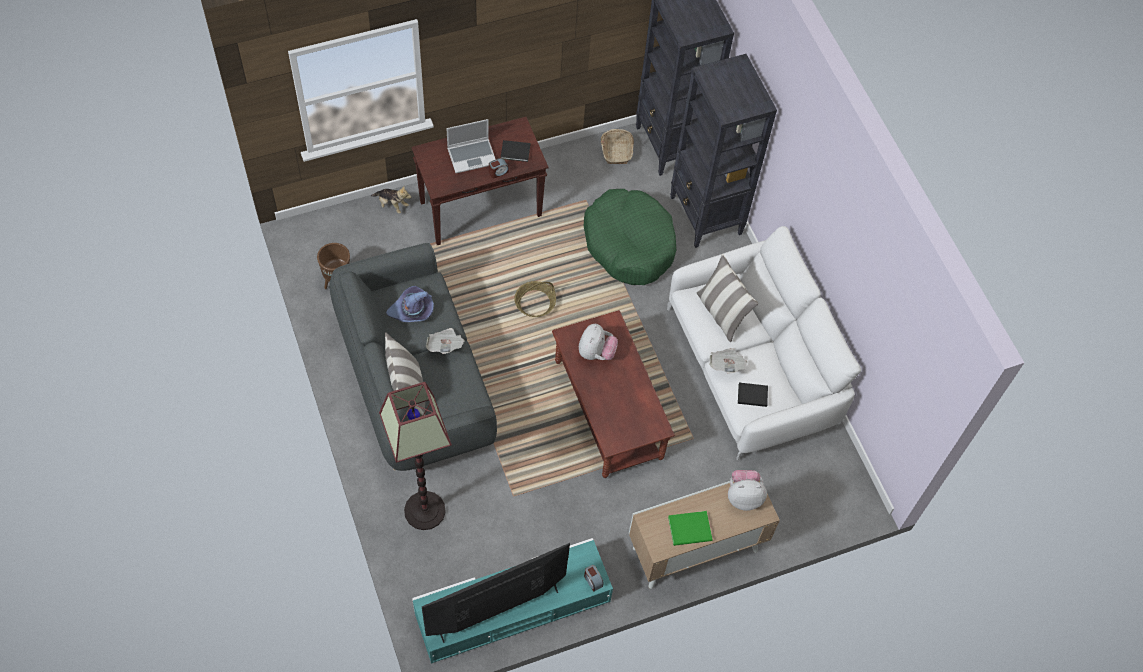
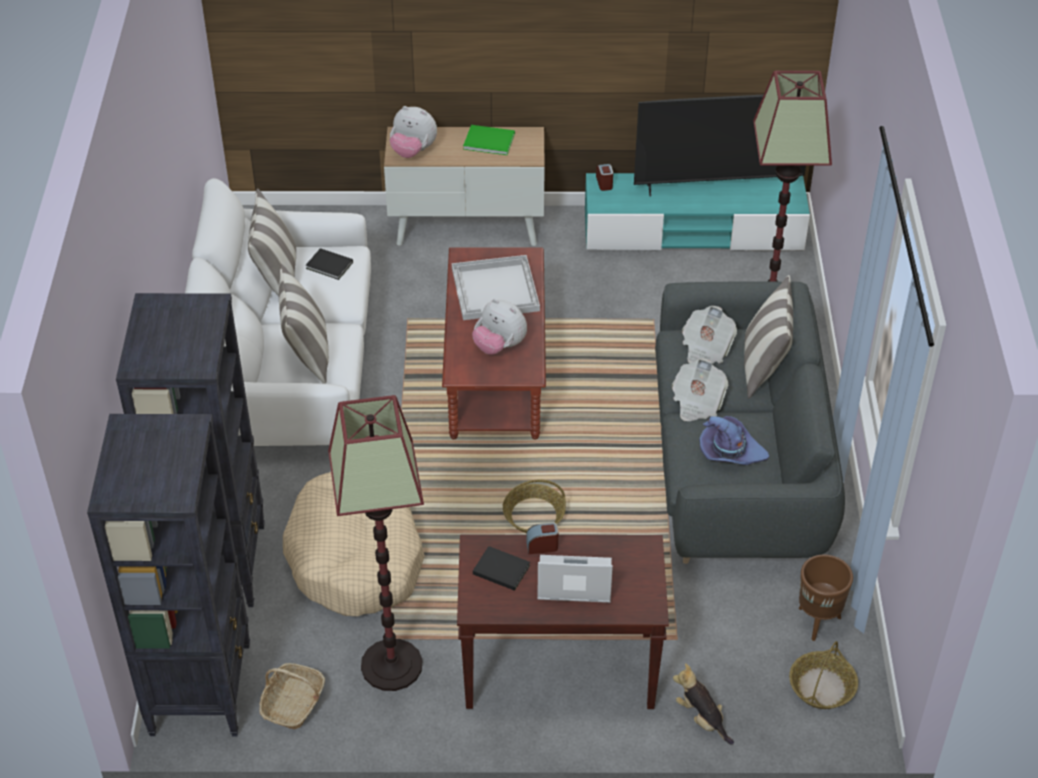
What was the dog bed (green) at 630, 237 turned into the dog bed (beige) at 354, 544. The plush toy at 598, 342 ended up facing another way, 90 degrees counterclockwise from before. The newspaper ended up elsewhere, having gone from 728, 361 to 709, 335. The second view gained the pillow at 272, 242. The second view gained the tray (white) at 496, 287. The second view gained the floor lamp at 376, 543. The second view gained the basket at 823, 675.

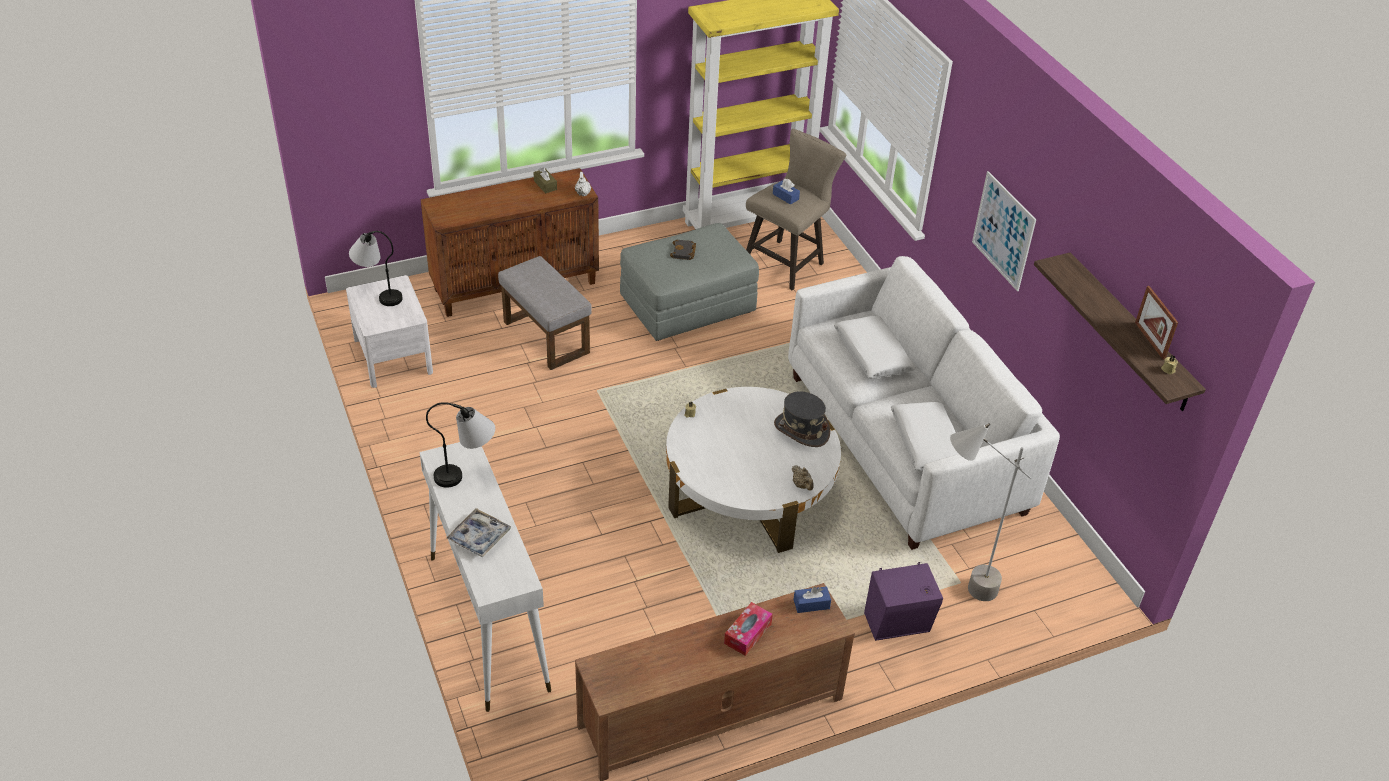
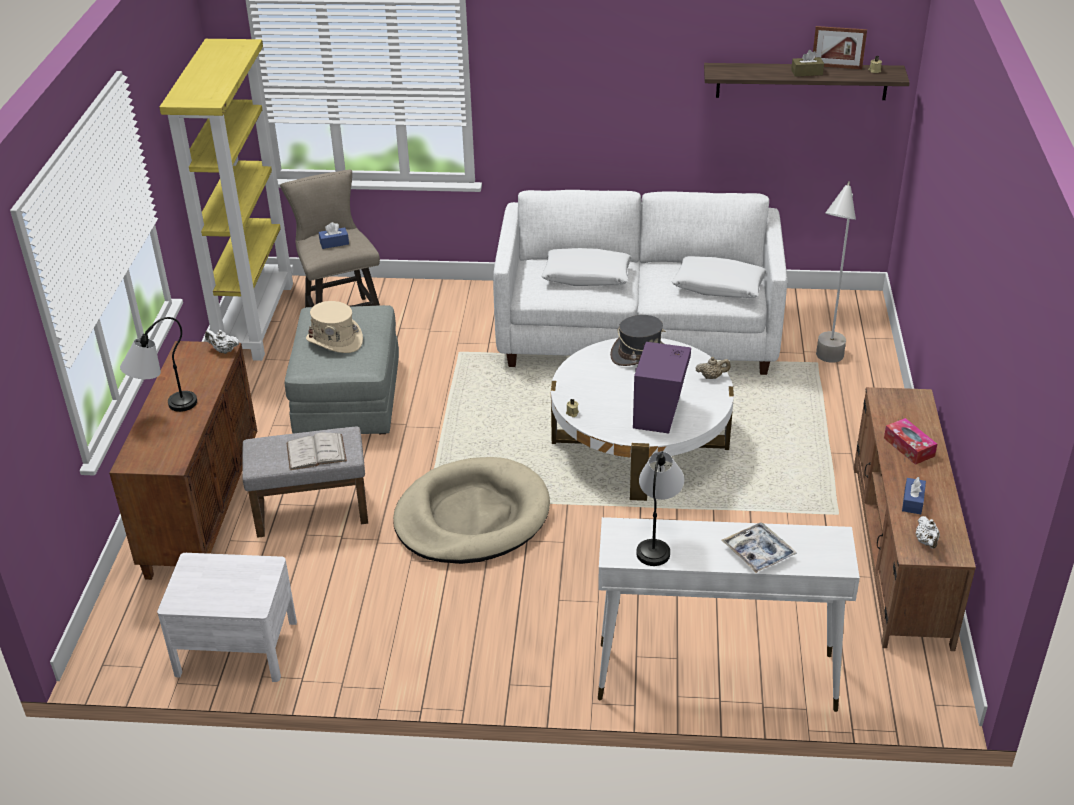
The tissue box (brown) ended up elsewhere, having gone from 545, 180 to 807, 63. The second view lost the picture at 1004, 231. The table lamp ended up elsewhere, having gone from 376, 268 to 158, 364. Where the book (black) stood at 683, 249, the hat (beige) came to stand at 334, 327. The speaker (purple) ended up elsewhere, having gone from 903, 601 to 662, 388. The tissue box (blue) ended up elsewhere, having gone from 812, 599 to 914, 495. The second view gained the book (white) at 316, 451. The second view gained the dog bed (beige) at 471, 510. The second view gained the teapot (white) at 928, 532.

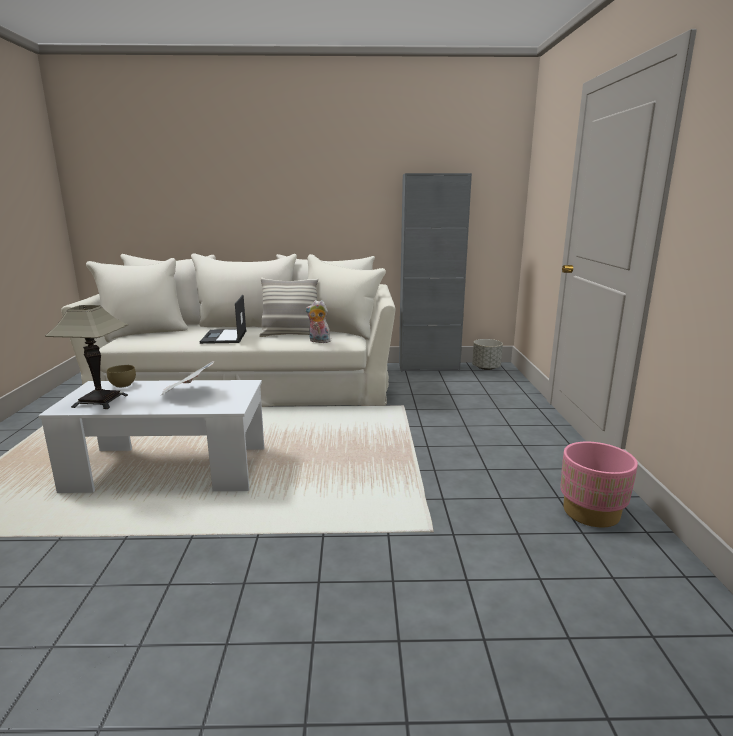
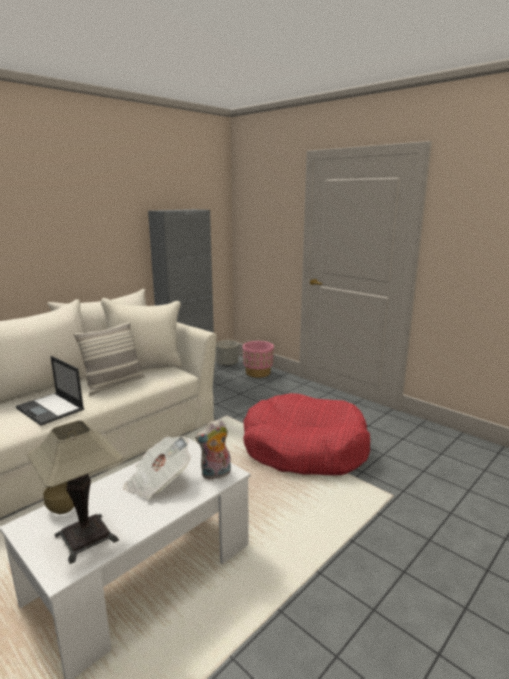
The plush toy ended up elsewhere, having gone from 318, 322 to 213, 449. The planter (pink) ended up elsewhere, having gone from 599, 484 to 258, 359. The second view gained the dog bed (red) at 306, 434.

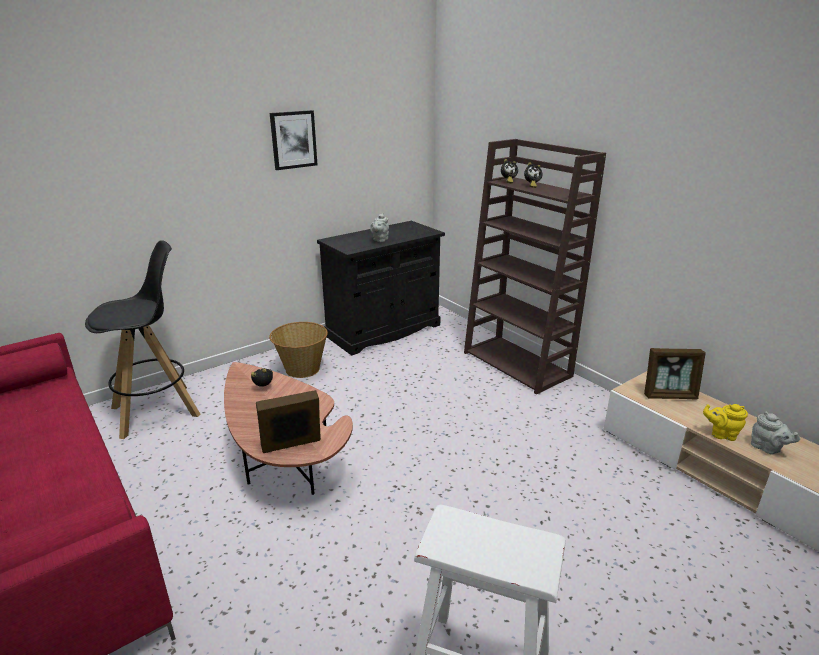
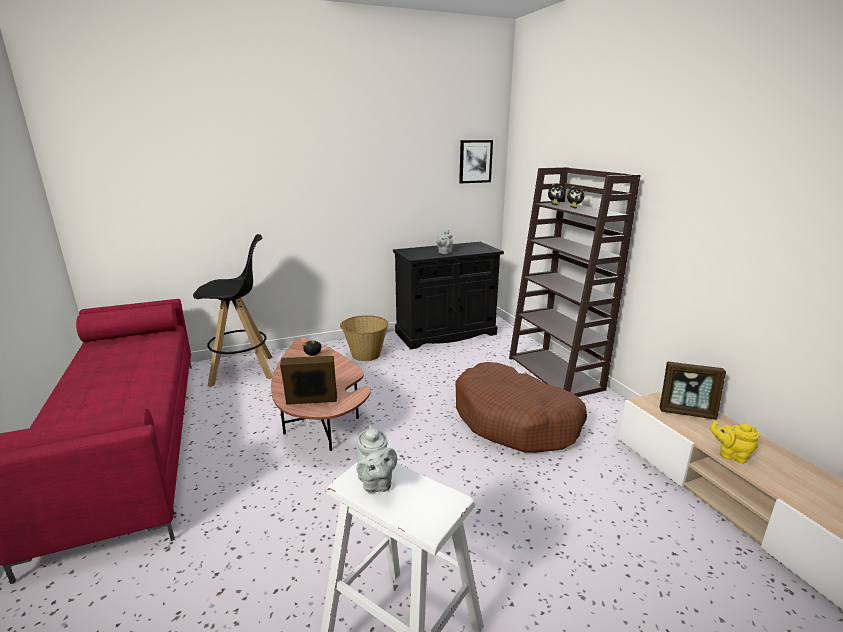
The picture ended up elsewhere, having gone from 293, 140 to 476, 161. The teapot (grey) ended up elsewhere, having gone from 775, 433 to 376, 459. The second view gained the dog bed (brown) at 521, 407.

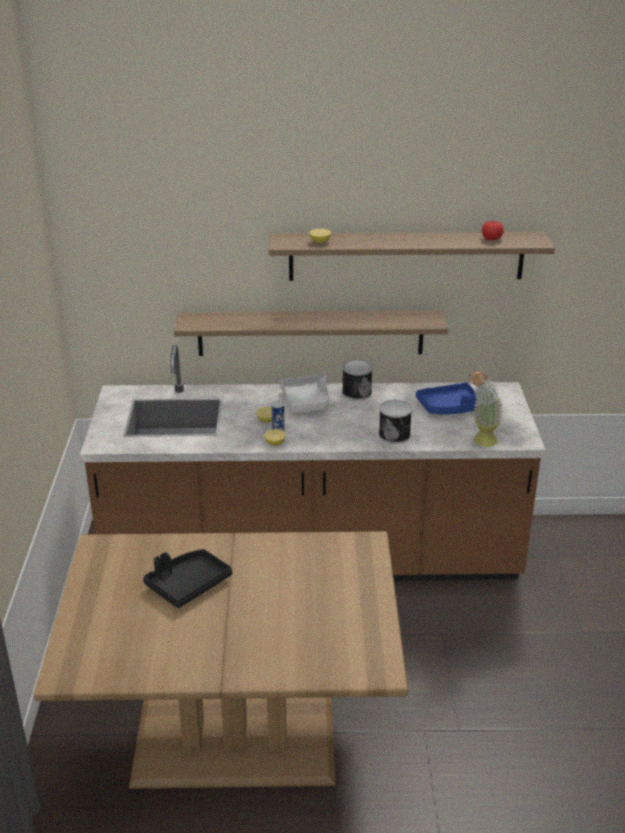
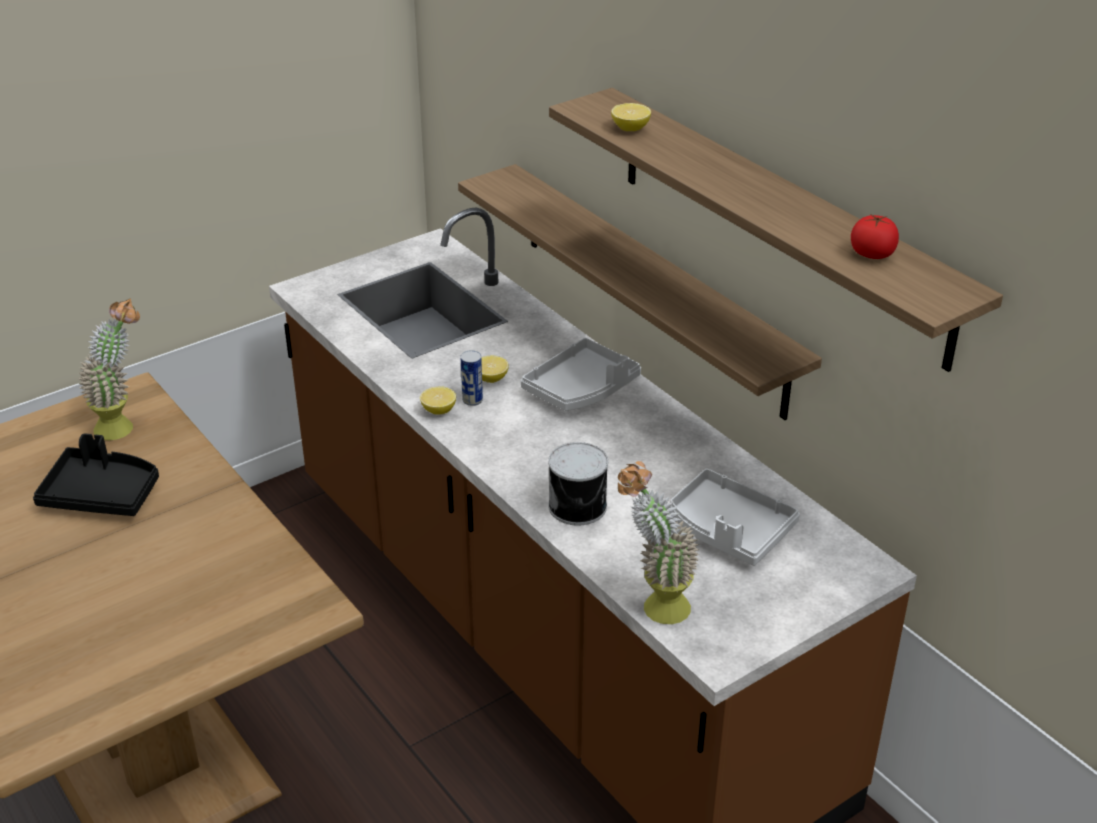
The second view lost the can at 357, 380. What was the tray (blue) at 447, 398 turned into the tray (grey) at 734, 517. The second view gained the potted plant at 109, 369.

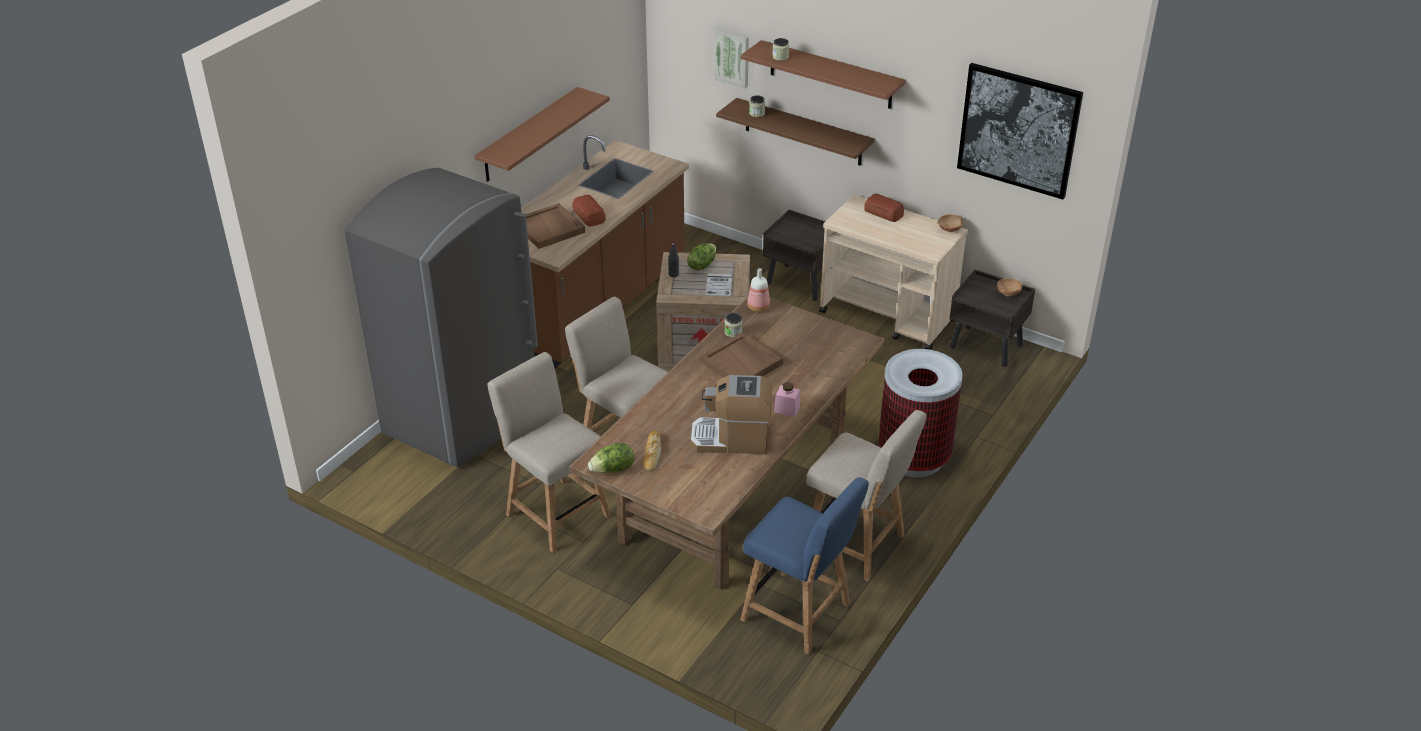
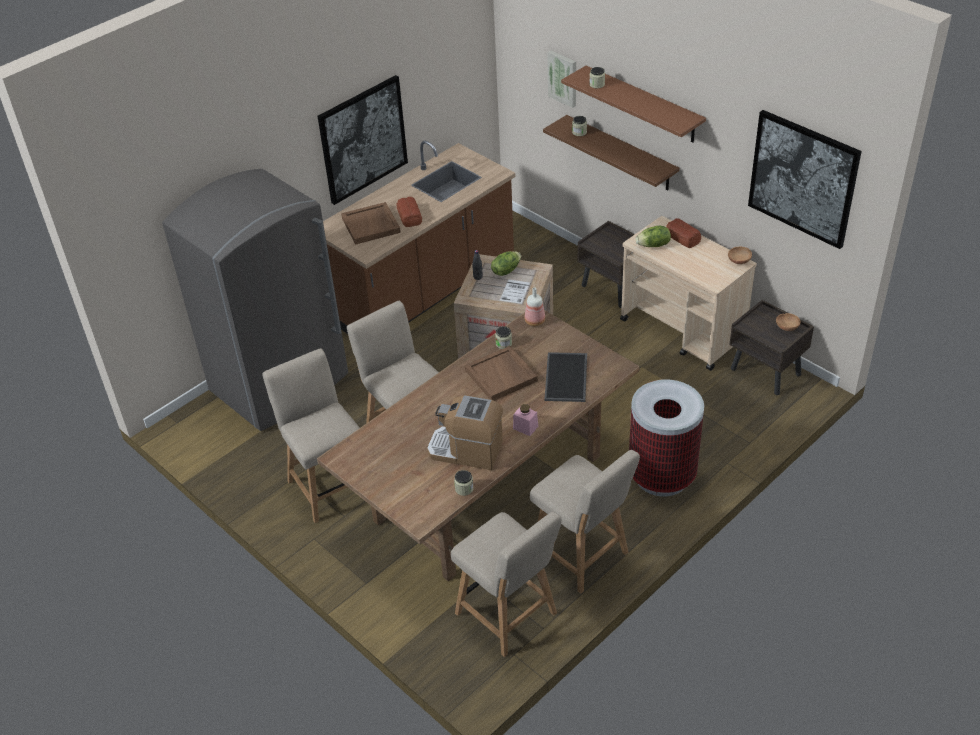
Where the shelf (brown) hung at 542, 134, the picture came to hang at 363, 140. The second view lost the bread at 652, 451. The lettuce ended up elsewhere, having gone from 611, 458 to 653, 236. What was the chair (blue) at 804, 566 turned into the chair (beige) at 506, 584. The second view gained the tray at 566, 377. The second view gained the jar at 464, 483.

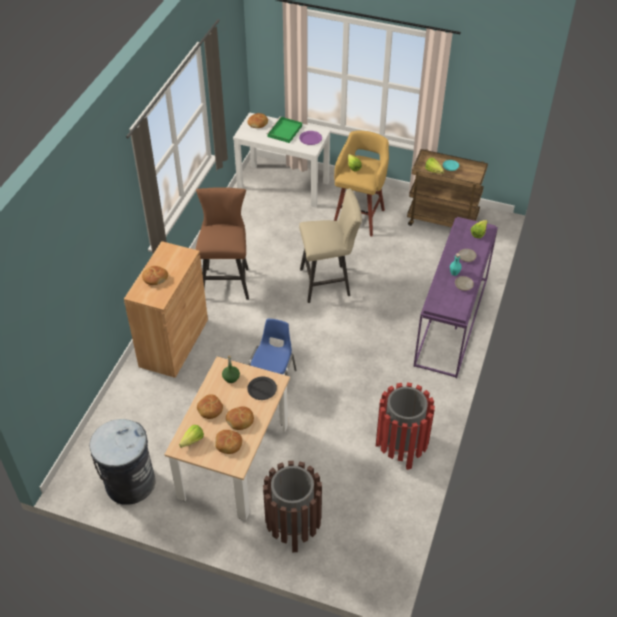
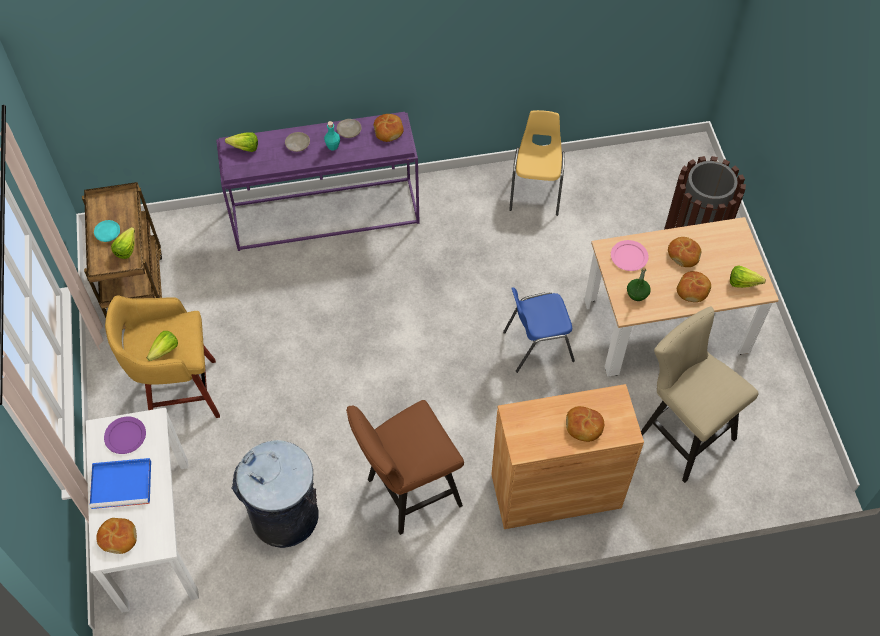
What was the tray (green) at 284, 130 turned into the tray (blue) at 120, 483. The stool (beige) ended up elsewhere, having gone from 330, 245 to 700, 395. What was the plate (black) at 262, 388 turned into the plate (pink) at 629, 255. Where the trash can (red) stood at 405, 426, the chair (yellow) came to stand at 537, 163. The trash can (grey) ended up elsewhere, having gone from 122, 462 to 275, 494. The bread ended up elsewhere, having gone from 228, 442 to 389, 128.

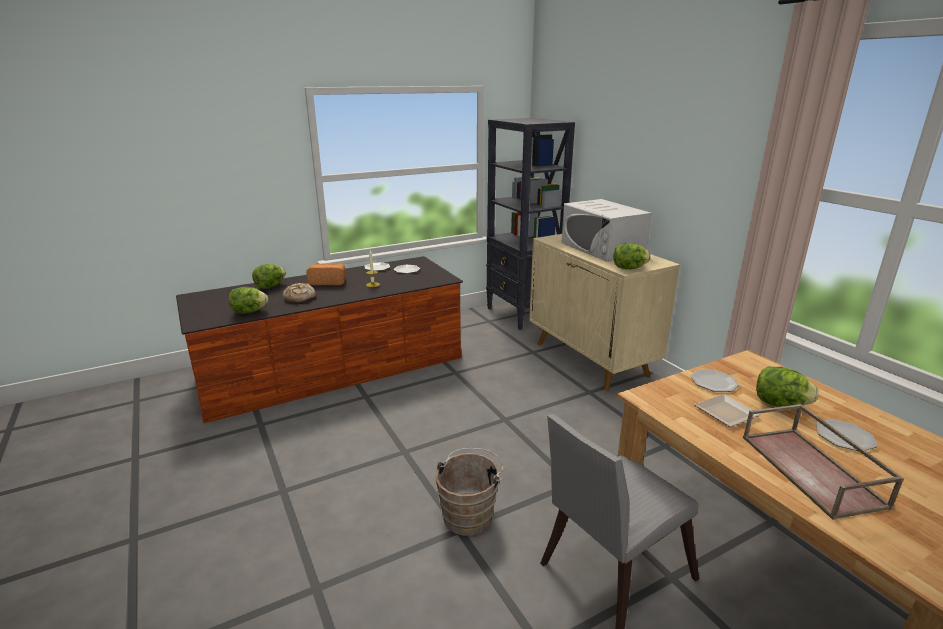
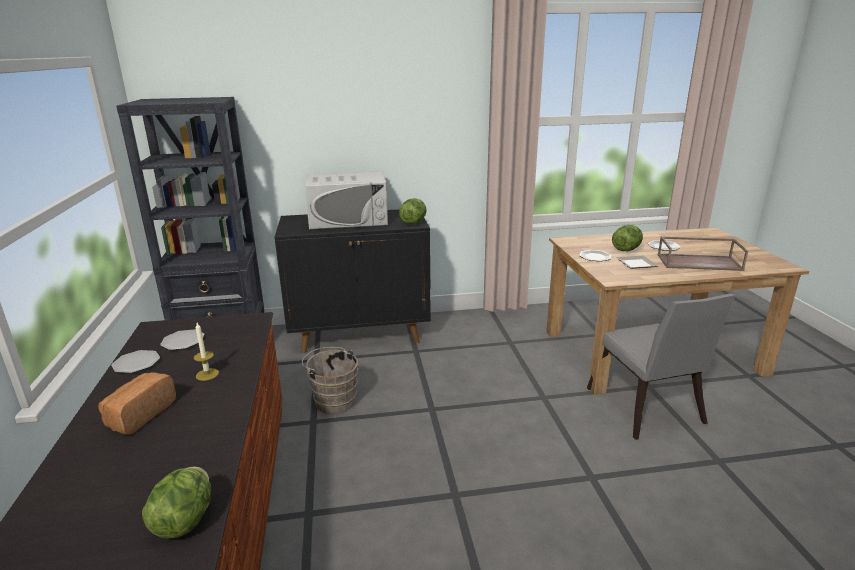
What was the cabinet (beige) at 604, 312 turned into the cabinet (black) at 353, 281. The second view lost the lettuce at 269, 276. The second view lost the bread at 299, 292. The bucket (brown) ended up elsewhere, having gone from 469, 492 to 330, 380.

